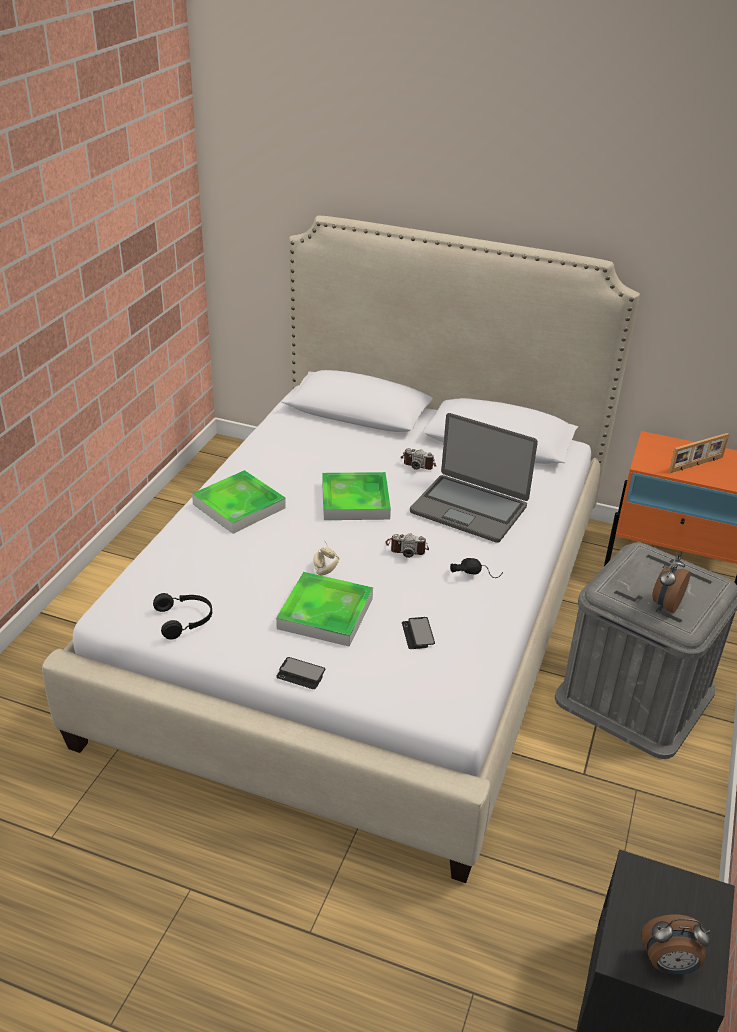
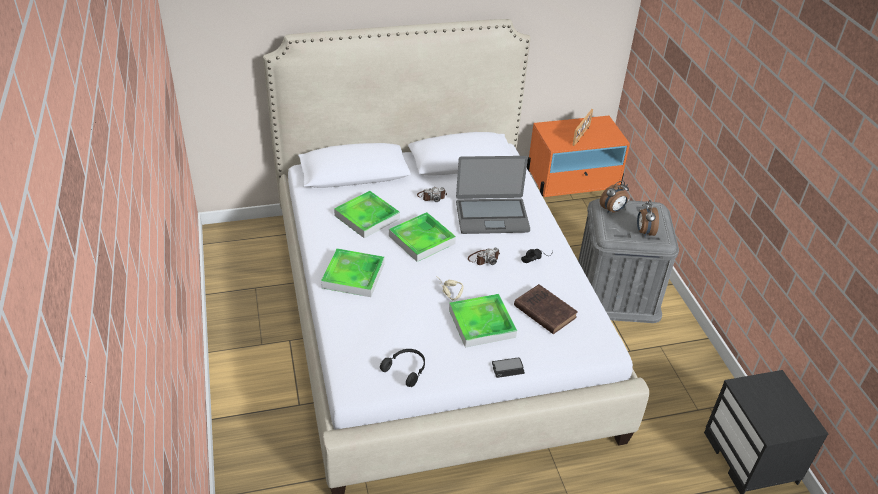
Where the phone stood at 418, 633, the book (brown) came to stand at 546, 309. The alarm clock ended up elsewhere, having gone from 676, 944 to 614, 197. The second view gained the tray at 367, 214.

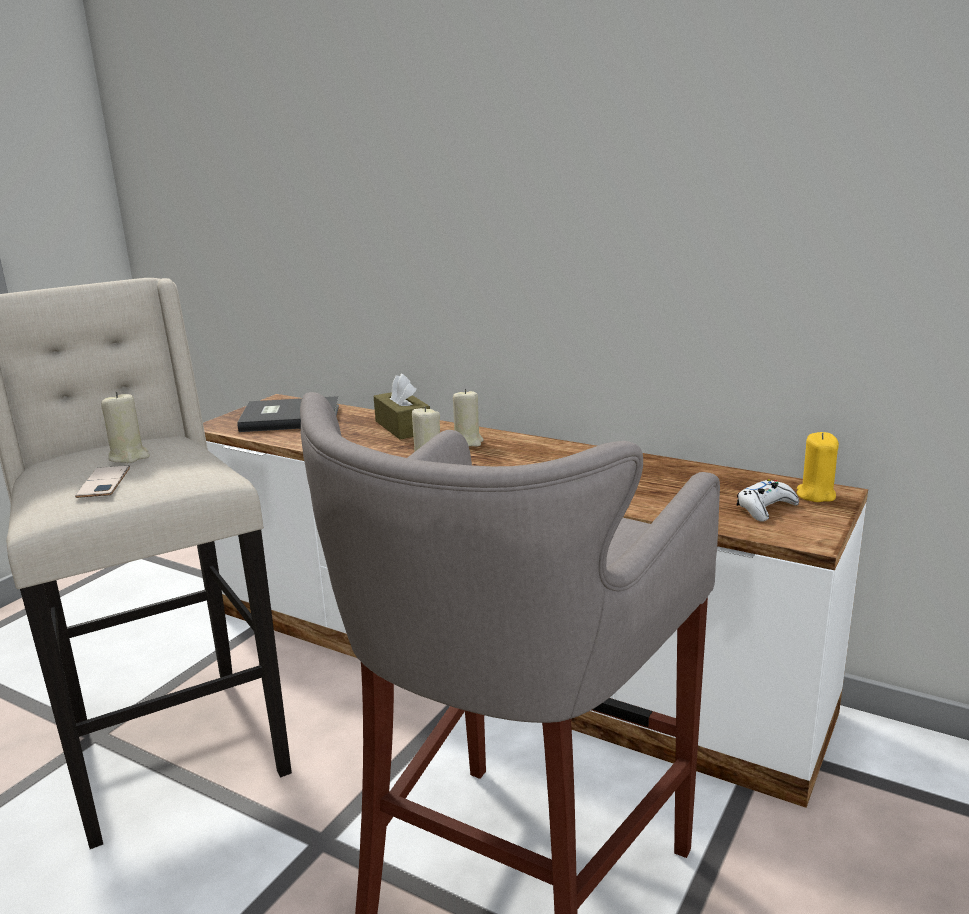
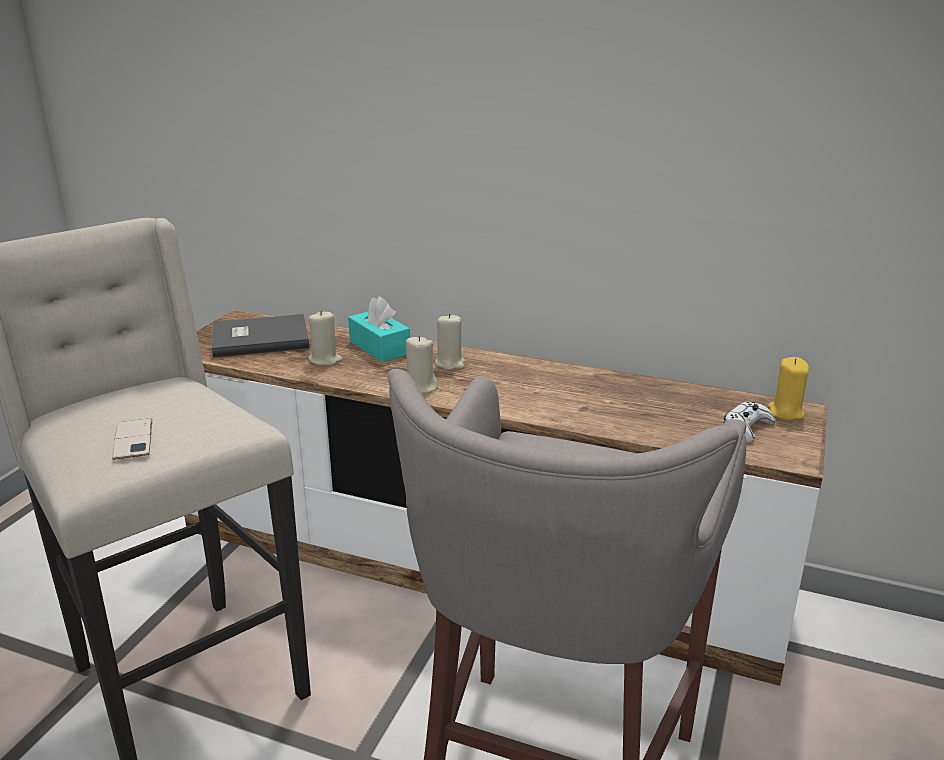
What was the tissue box (brown) at 402, 406 turned into the tissue box (turquoise) at 379, 329. The candle (beige) ended up elsewhere, having gone from 125, 427 to 325, 338.

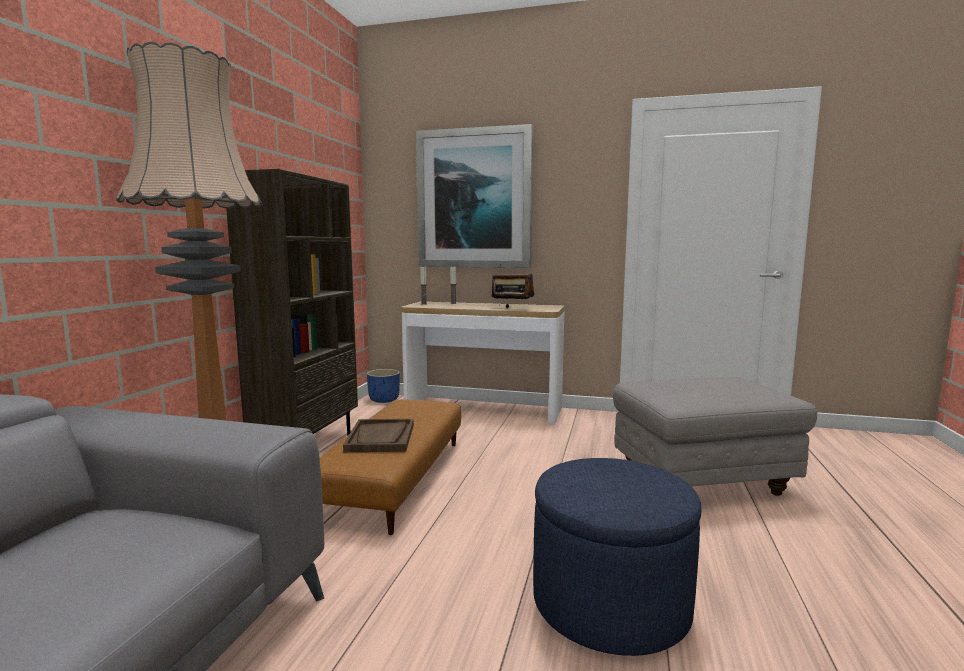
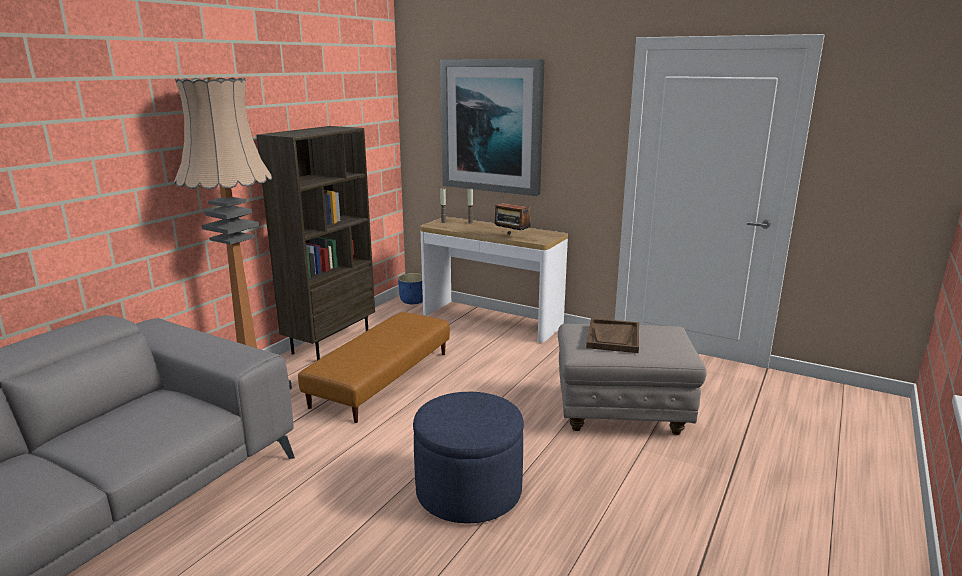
The tray (brown) ended up elsewhere, having gone from 378, 435 to 612, 335.

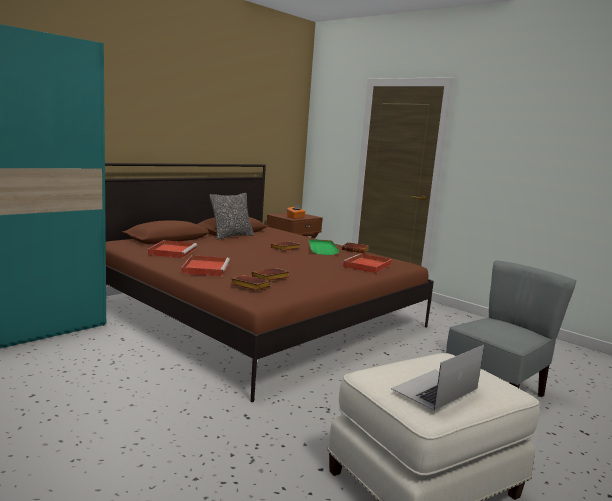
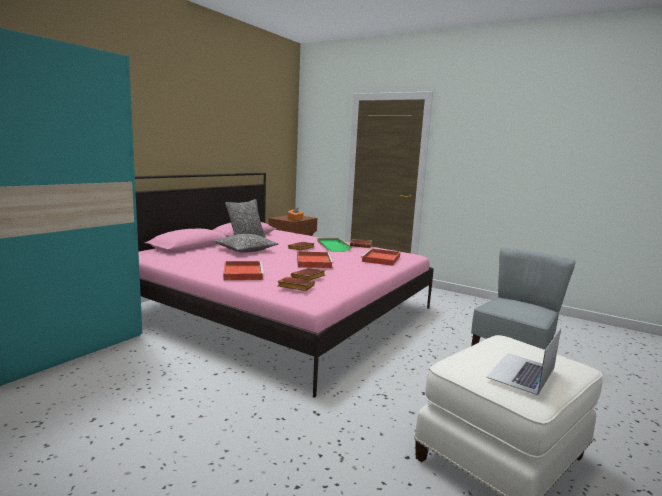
What was the bed (brown) at 269, 282 turned into the bed (pink) at 284, 285. The tray (red) ended up elsewhere, having gone from 172, 249 to 315, 259. The second view gained the pillow at 245, 243.

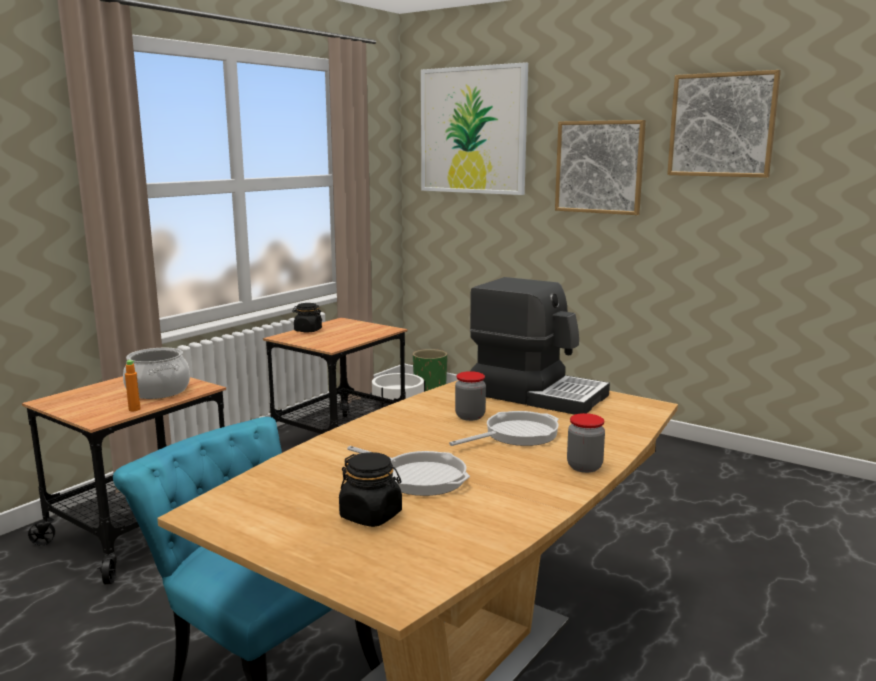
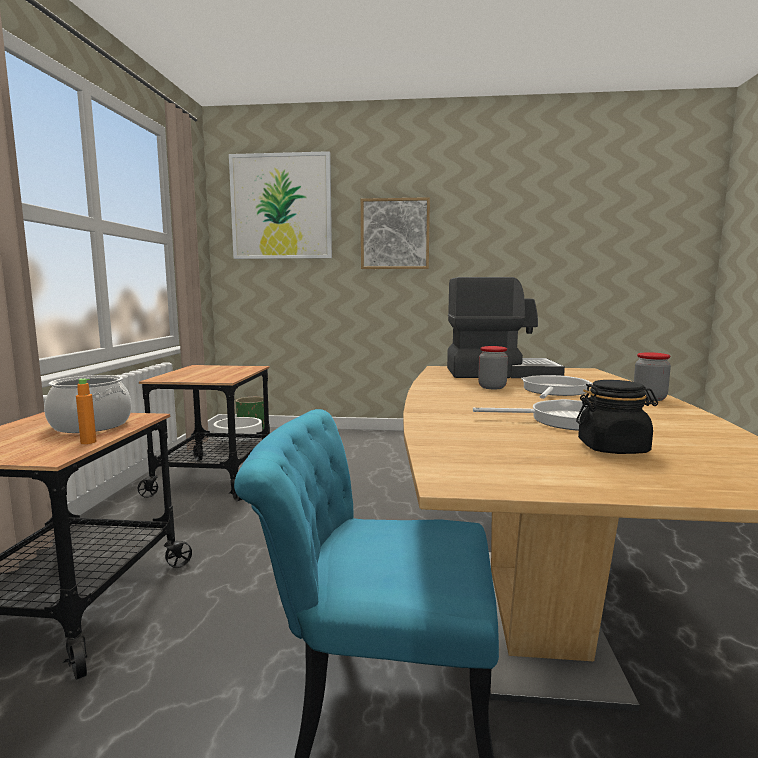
The second view lost the picture at 724, 124. The second view lost the jar (black) at 307, 318.

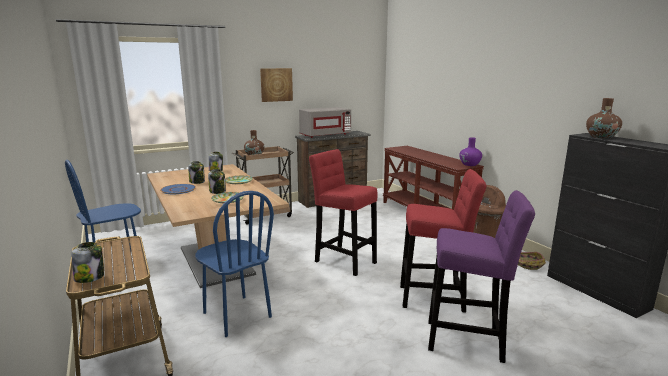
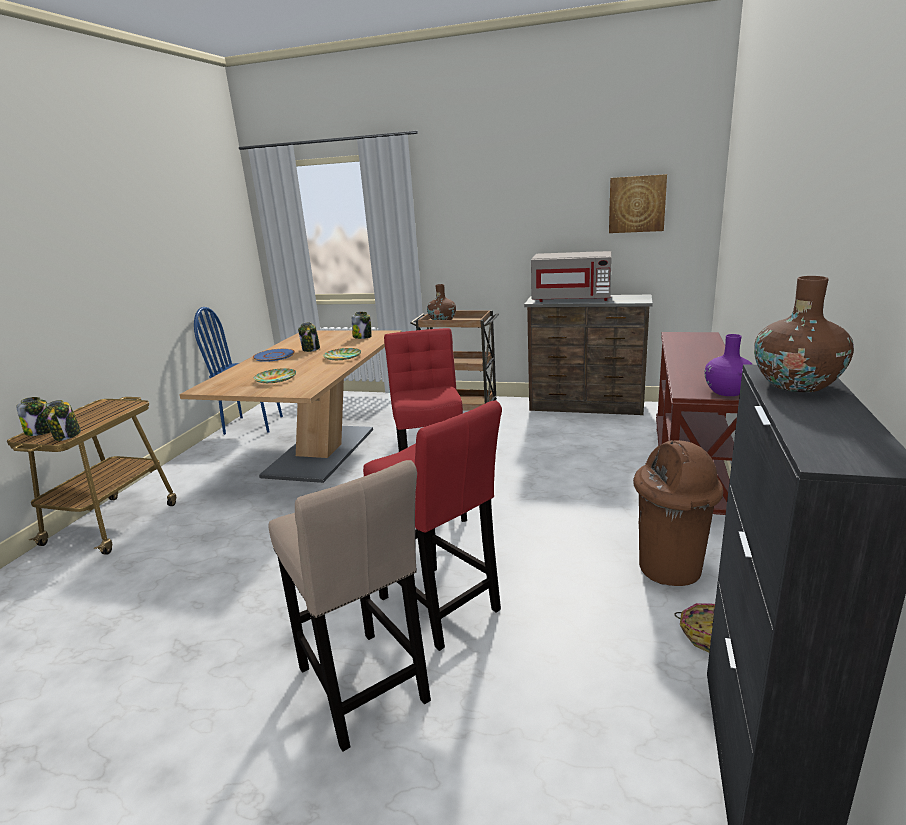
The picture ended up elsewhere, having gone from 276, 85 to 638, 203. The jar ended up elsewhere, having gone from 217, 181 to 62, 420. What was the stool (purple) at 481, 276 turned into the stool (beige) at 350, 606. The second view lost the chair (blue) at 234, 264.

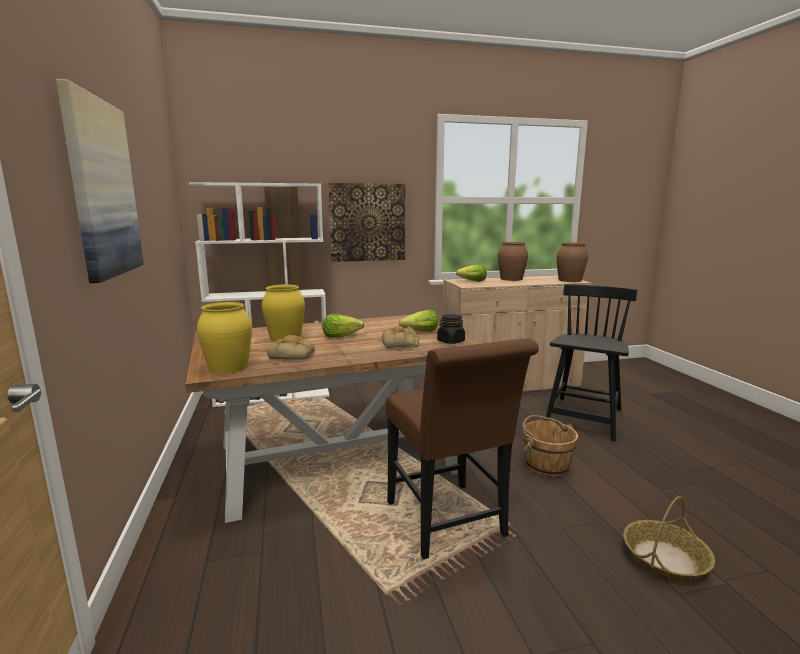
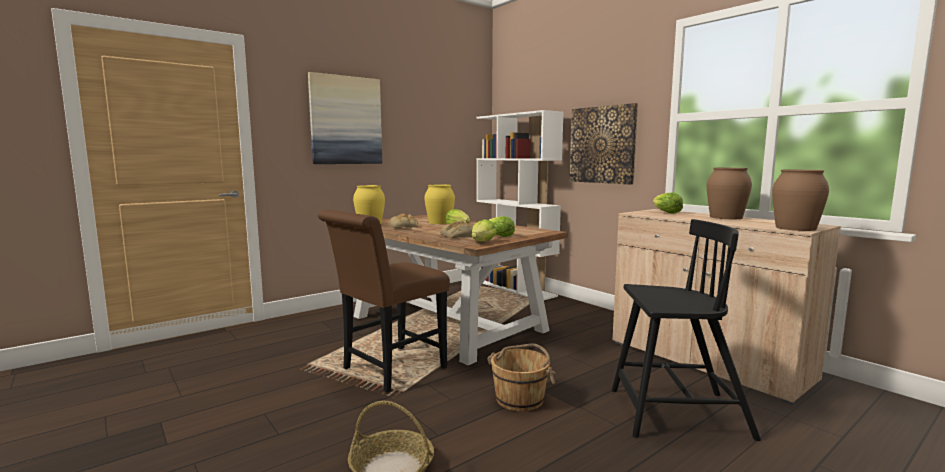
Where the jar (black) stood at 451, 329, the lettuce came to stand at 484, 230.

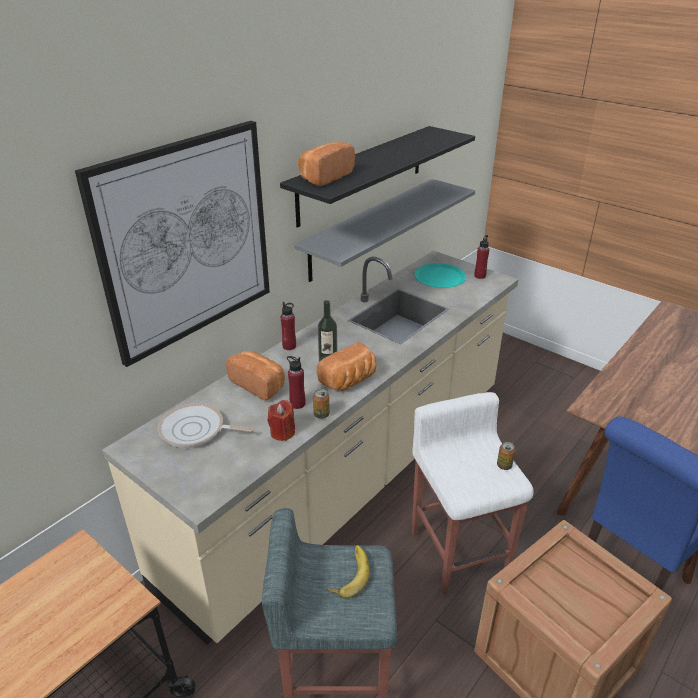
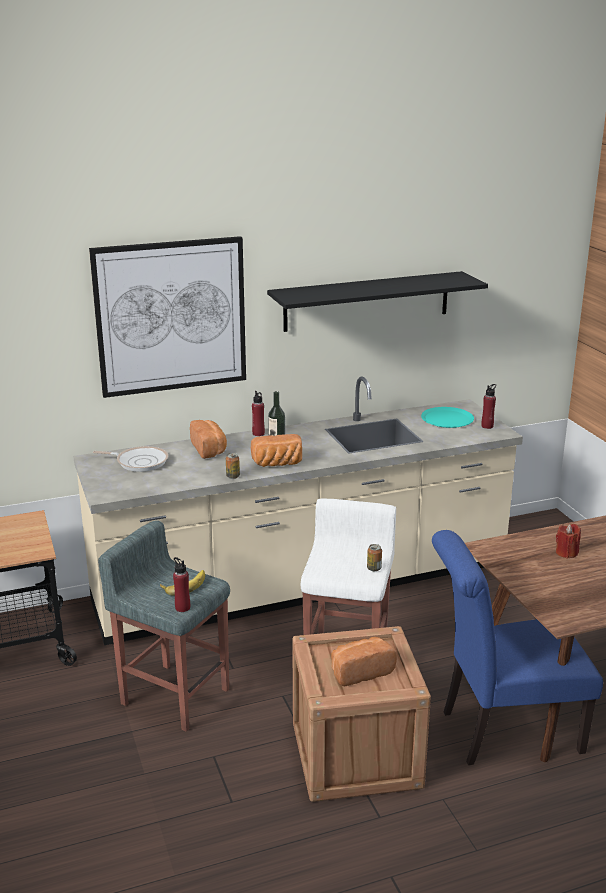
The bread ended up elsewhere, having gone from 326, 164 to 364, 661. The second view lost the shelf (grey) at 384, 230. The bottle (red) ended up elsewhere, having gone from 296, 382 to 181, 584. The candle (red) ended up elsewhere, having gone from 281, 420 to 568, 541. The frying pan at 206, 425 ended up facing another way, 150 degrees clockwise from before.

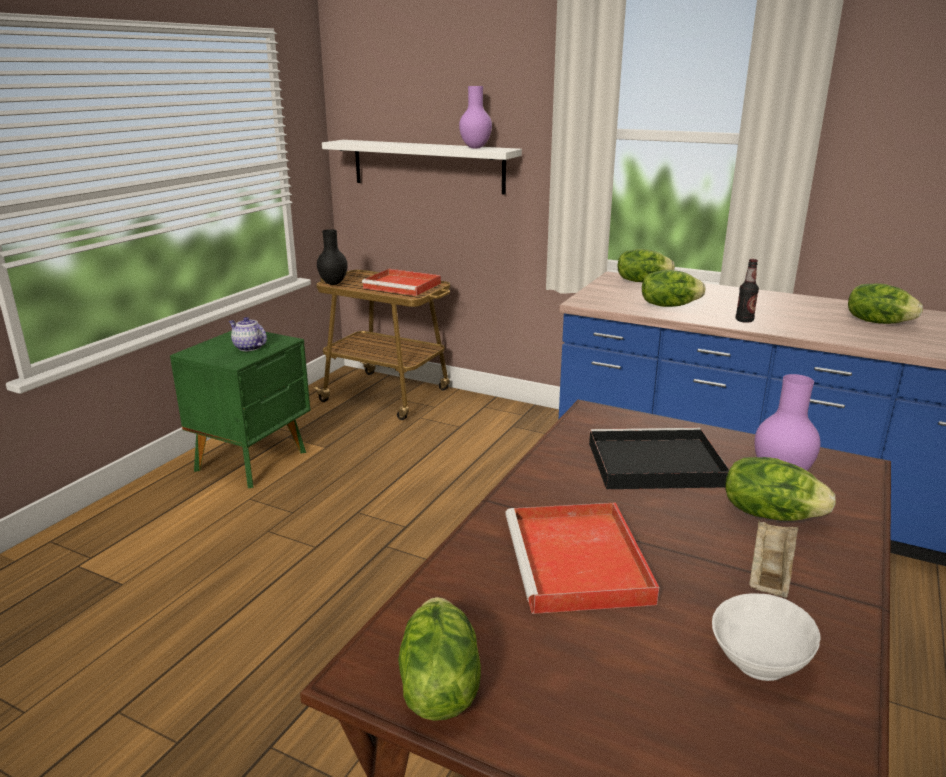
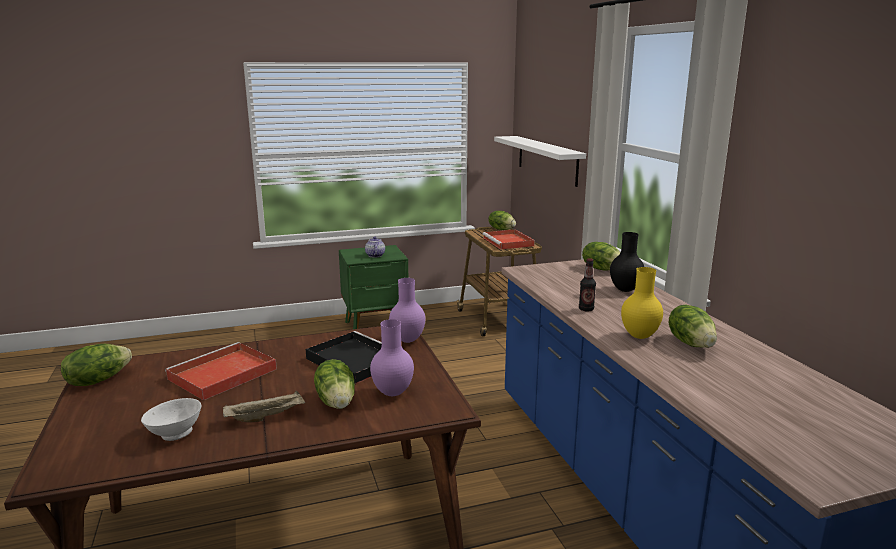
The vase (purple) ended up elsewhere, having gone from 475, 117 to 407, 310. The vase (black) ended up elsewhere, having gone from 332, 257 to 627, 262. The lettuce ended up elsewhere, having gone from 673, 288 to 502, 220. The second view gained the vase (yellow) at 642, 303.

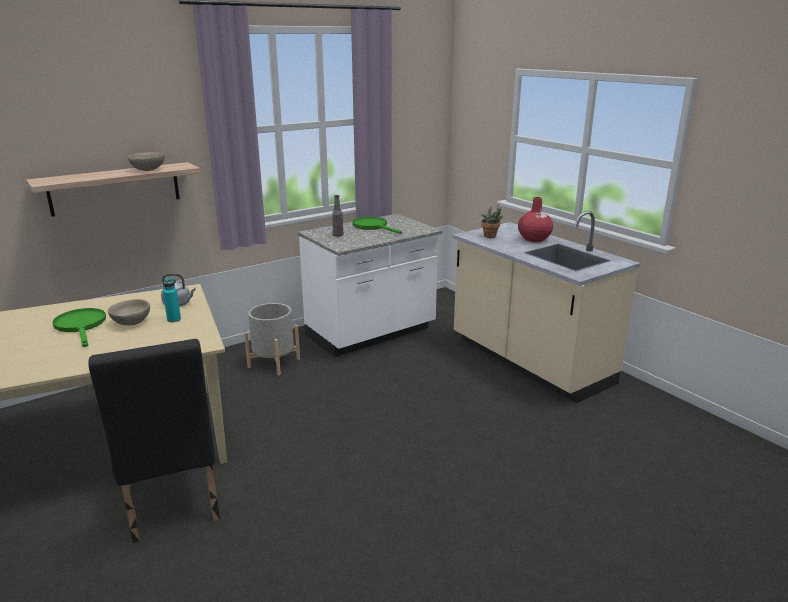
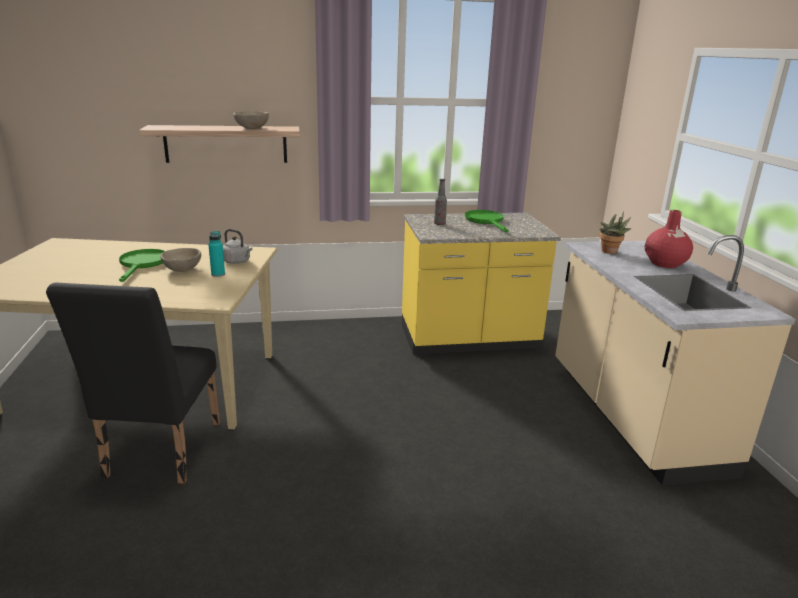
What was the counter (white) at 370, 285 turned into the counter (yellow) at 481, 283. The second view lost the planter (grey) at 272, 339.

